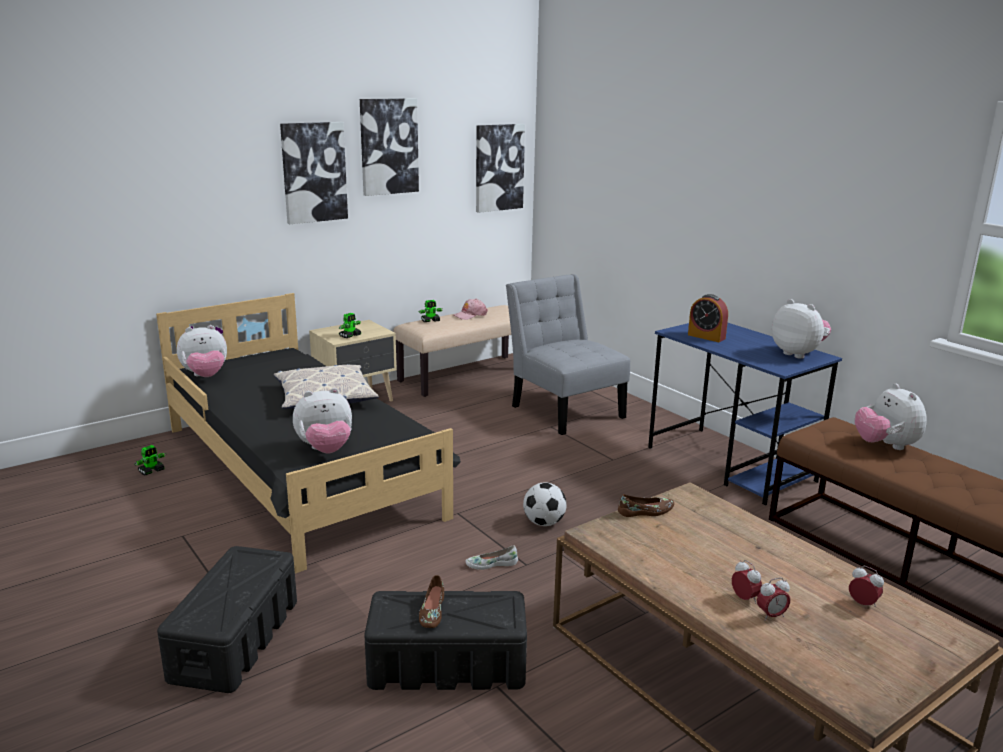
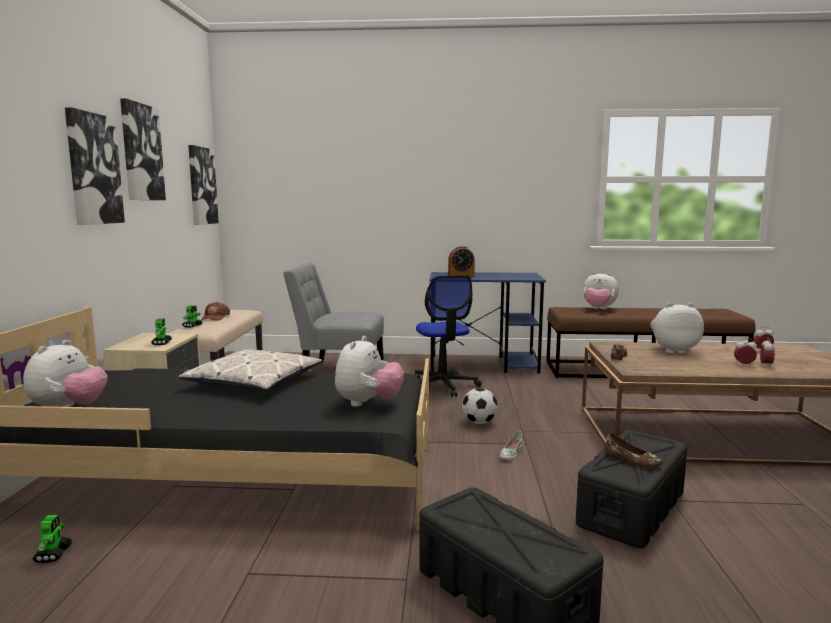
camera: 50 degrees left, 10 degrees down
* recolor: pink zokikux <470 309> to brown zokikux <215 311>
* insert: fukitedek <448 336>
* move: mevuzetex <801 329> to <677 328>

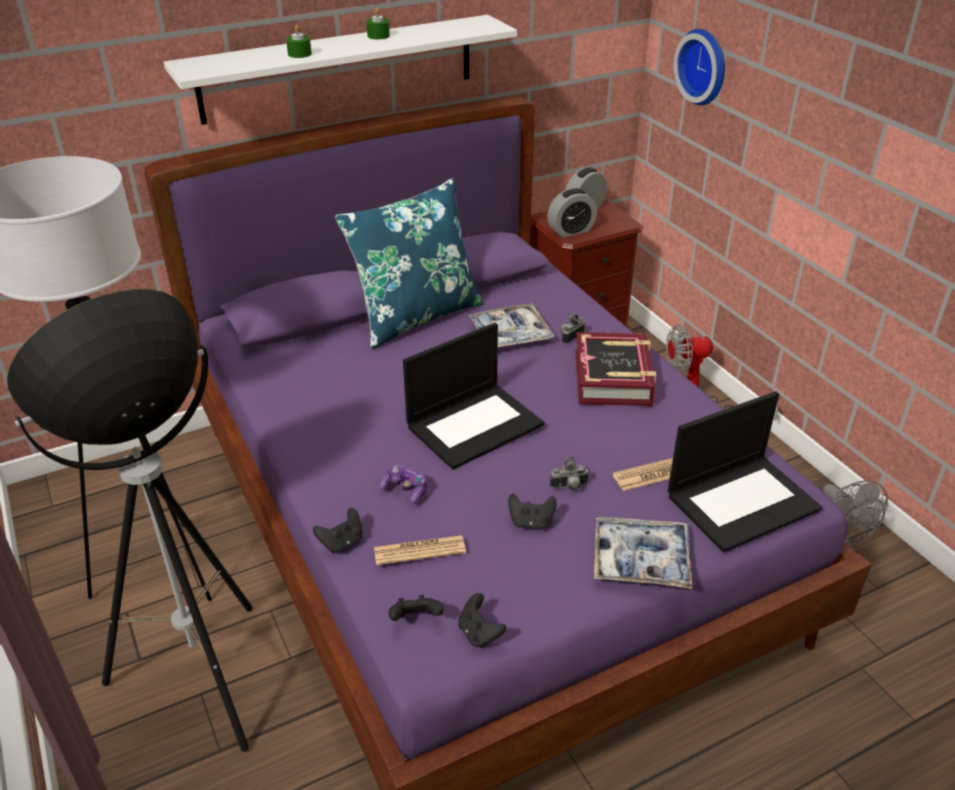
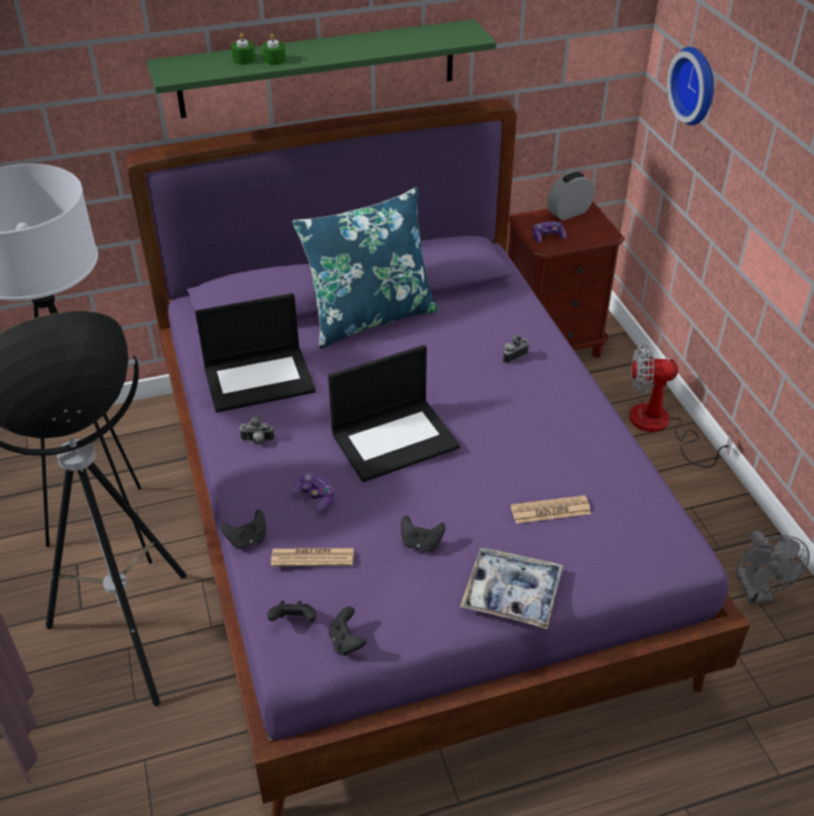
camera: 10 degrees right, 5 degrees up
* recolor: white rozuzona <340 70> to green rozuzona <321 68>
* move: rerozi <745 471> to <255 353>
* move: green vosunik <378 23> to <243 49>
* move: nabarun <569 473> to <257 430>
* replace: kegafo <572 213> to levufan <549 232>
* delete: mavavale <512 325>
* delete: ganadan <615 369>

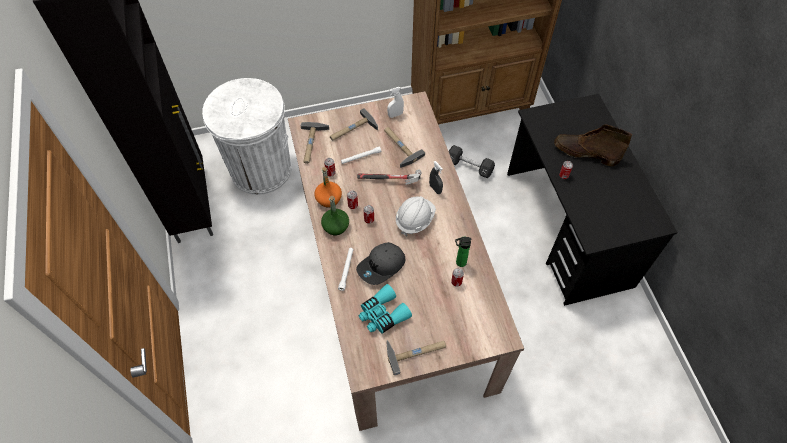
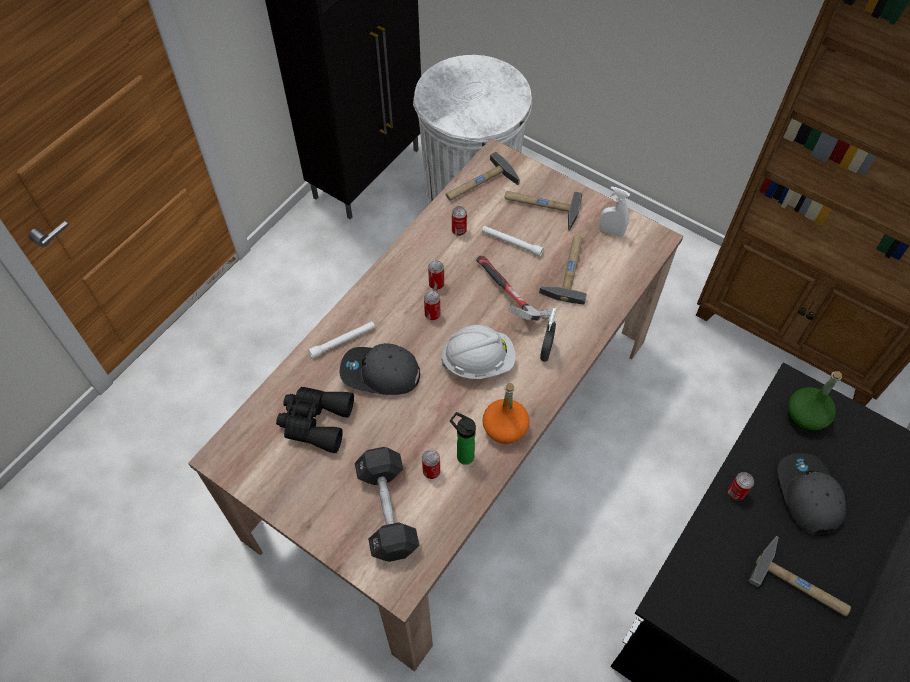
camera: 50 degrees right, 0 degrees up
* recolor: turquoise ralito <385 309> to black ralito <315 420>
* move: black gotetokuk <472 161> to <387 504>
* move: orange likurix <328 187> to <505 413>
* move: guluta <416 357> to <799 576>
* replace: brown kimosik <593 145> to grey zokikux <812 494>
* move: green likurix <335 215> to <815 401>

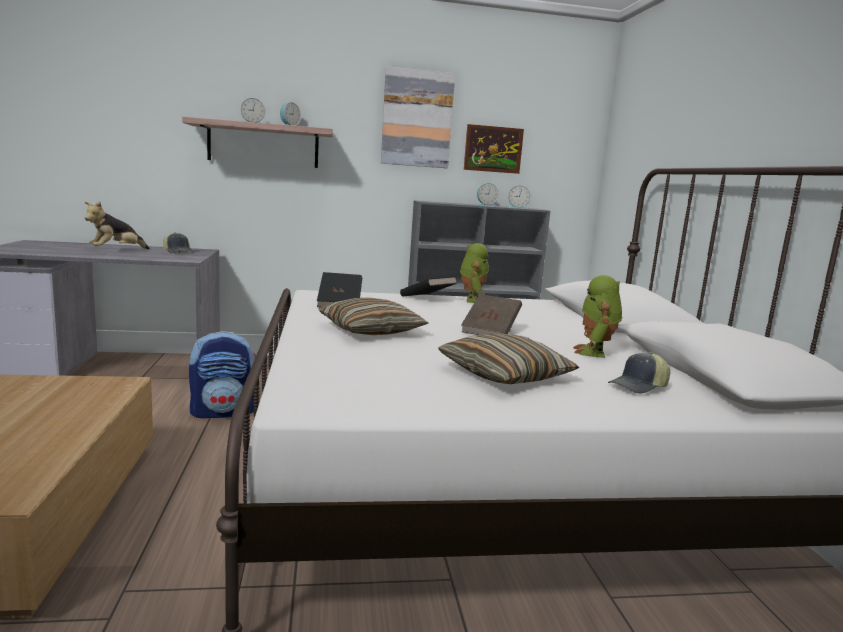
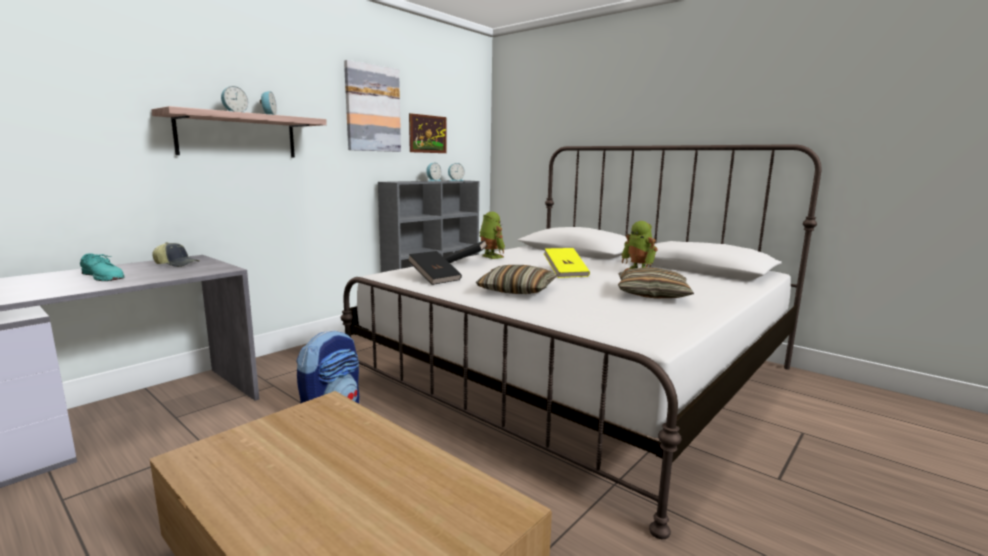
camera: 40 degrees left, 0 degrees up
* replace: mevuzetex <117 225> to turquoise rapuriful <102 267>
* recolor: brown ganadan <491 314> to yellow ganadan <567 263>
* delete: zokikux <639 373>

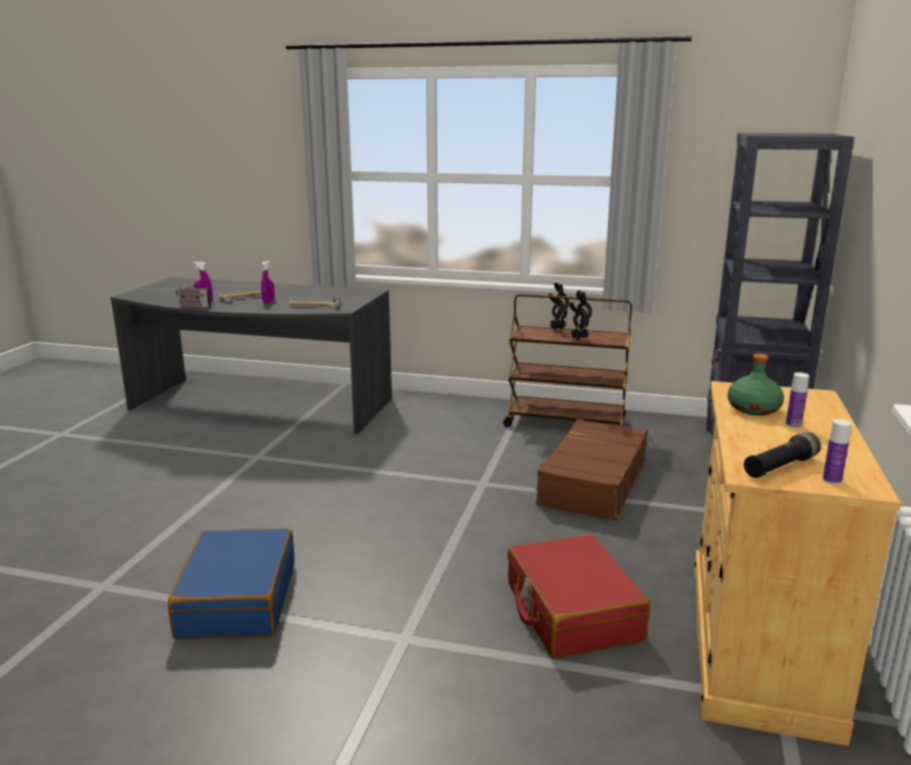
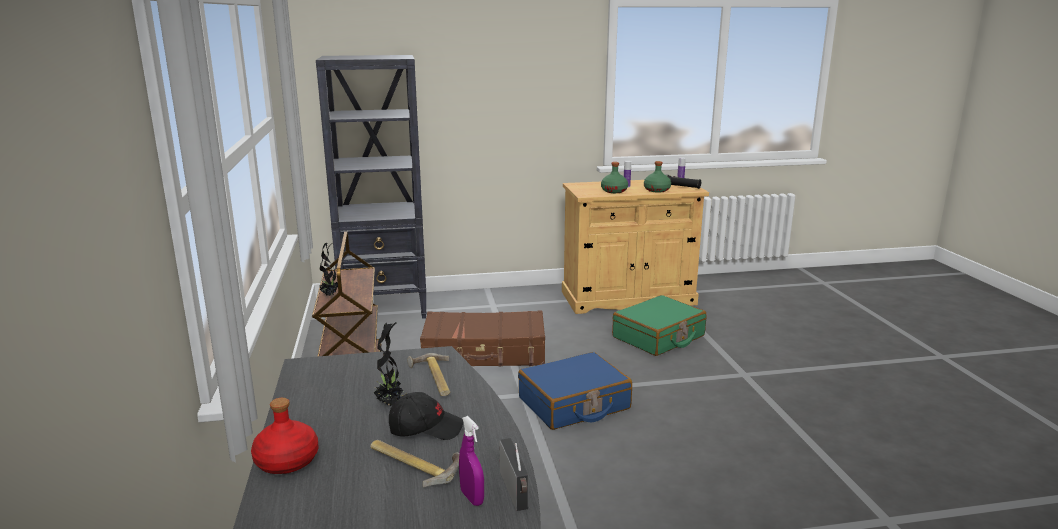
camera: 115 degrees left, 0 degrees up
* insert: red likurix <284 436>
* move: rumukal <580 315> to <390 364>
* replace: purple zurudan <268 281> to black zokikux <426 416>
* move: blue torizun <231 583> to <575 391>
* recolor: red torizun <578 596> to green torizun <659 325>
* insert: green likurix <657 177>

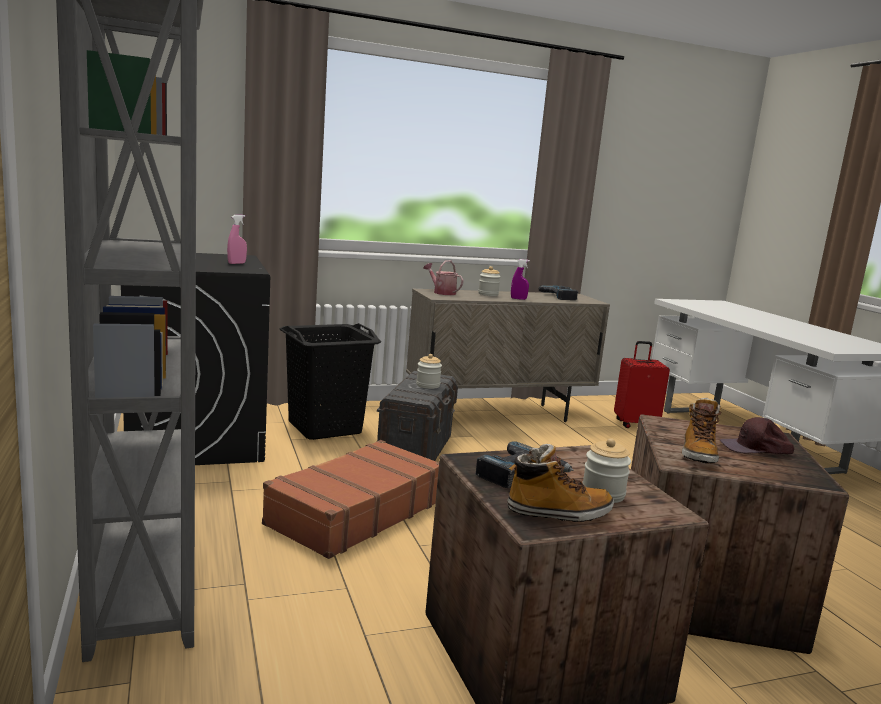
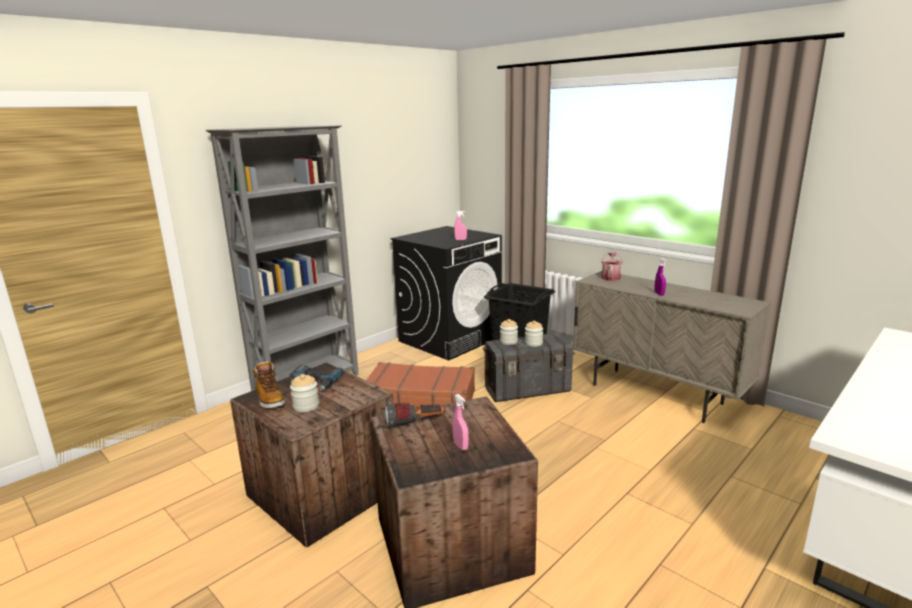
camera: 65 degrees right, 5 degrees up
* replace: kimosik <701 430> to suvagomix <415 416>
* replace: brown zokikux <757 435> to pink zurudan <460 422>
* move: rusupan <489 281> to <509 332>
* delete: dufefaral <559 292>
* delete: red torizun <642 384>

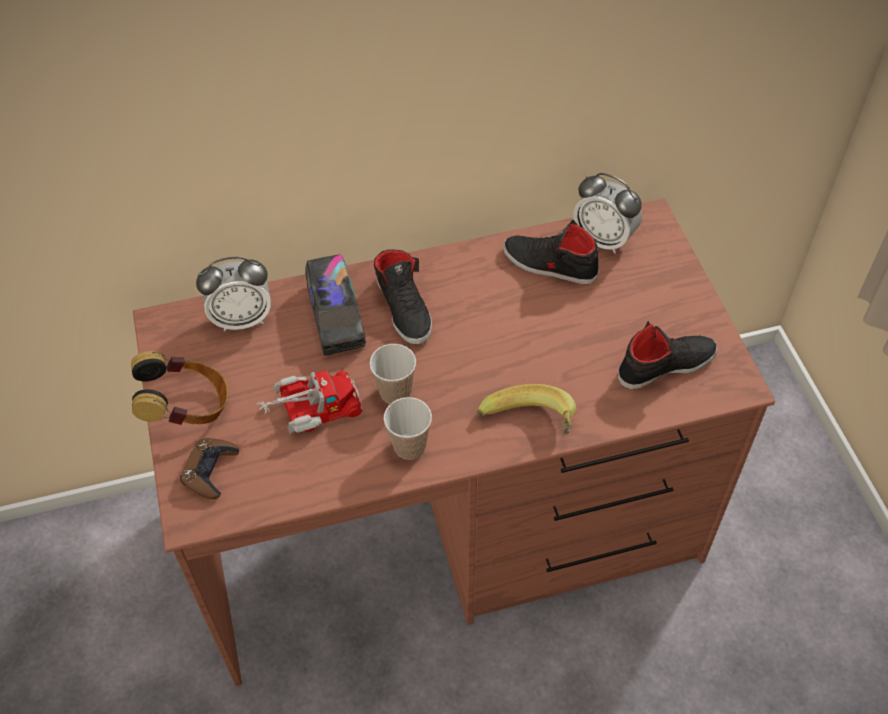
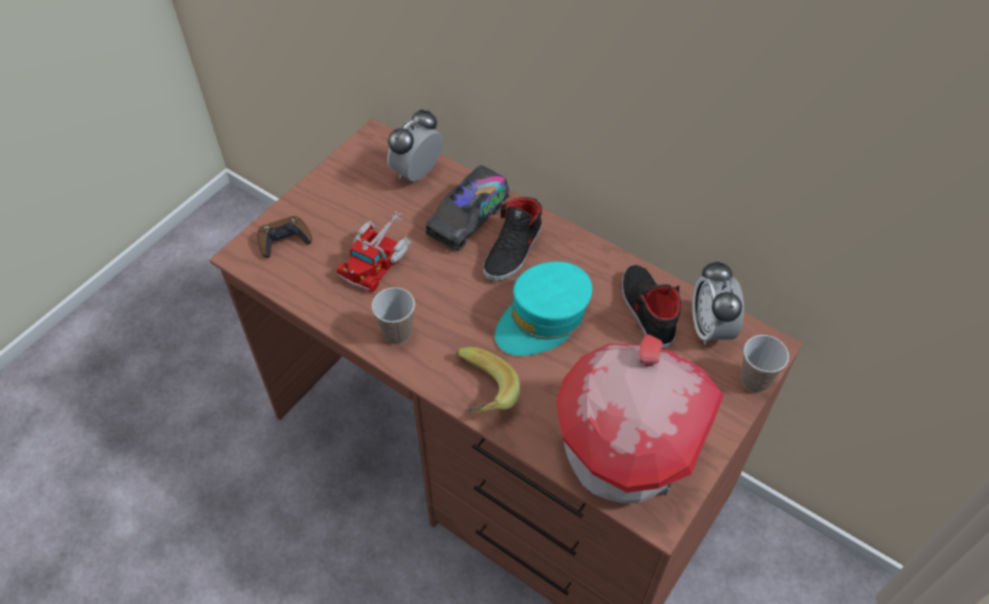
camera: 50 degrees right, 0 degrees up
* rotate: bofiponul <310 402> = <374 251> 90 degrees clockwise
* rotate: kegafo <233 294> = <415 145> 90 degrees clockwise
* insert: turquoise zokikux <543 309>
* replace: black rapuriful <667 355> to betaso <640 418>
* move: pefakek <392 374> to <764 364>
* delete: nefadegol <180 388>

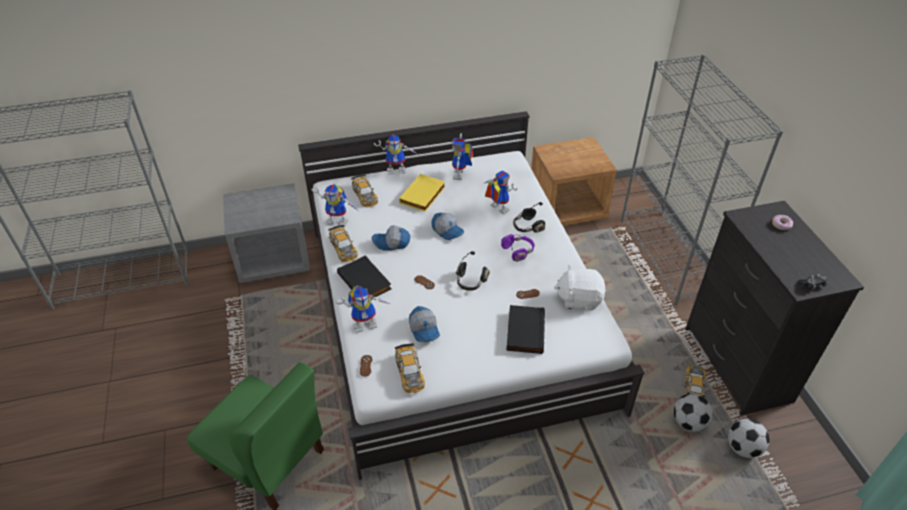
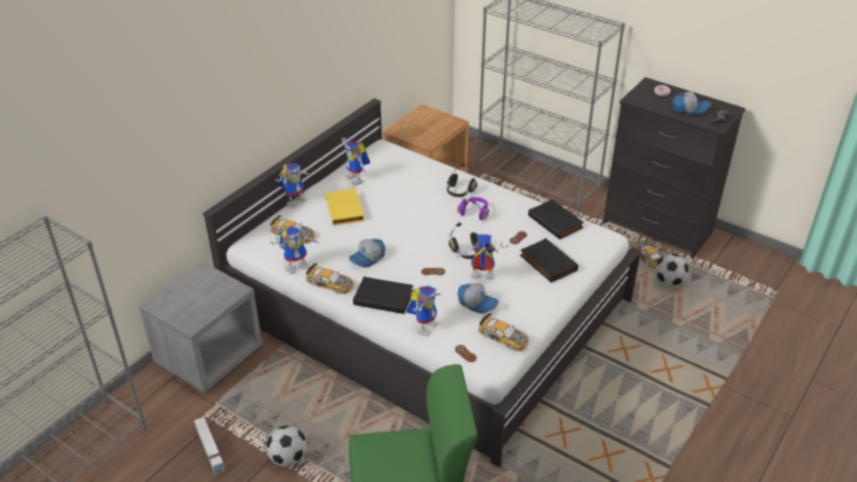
camera: 40 degrees left, 5 degrees down
* insert: bofiponul <209 446>
* move: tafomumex <748 438> to <286 446>
* move: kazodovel <500 192> to <482 257>
* replace: white mevuzetex <580 288> to black ganadan <556 219>
* move: zokikux <447 226> to <692 103>

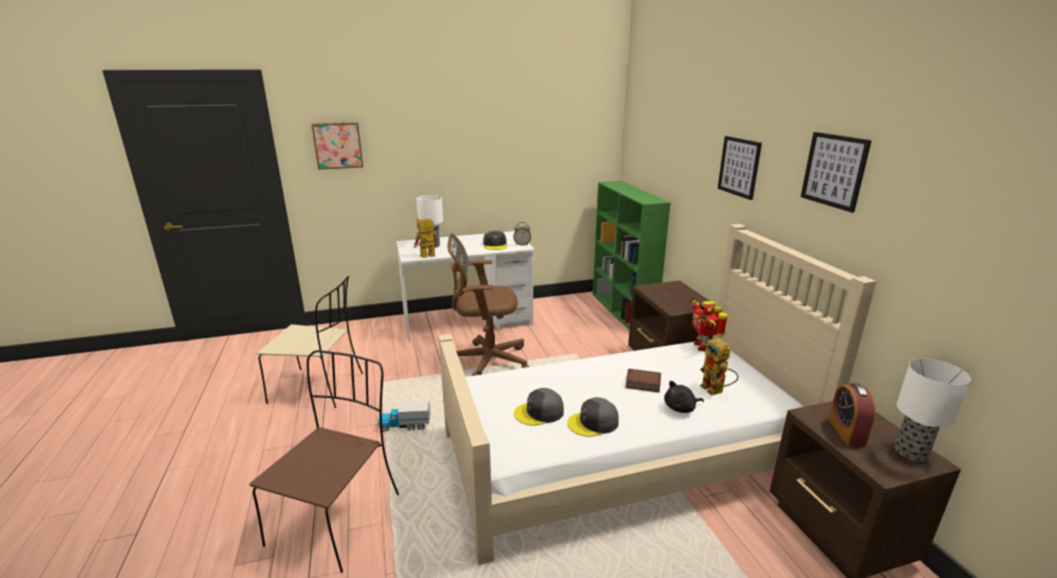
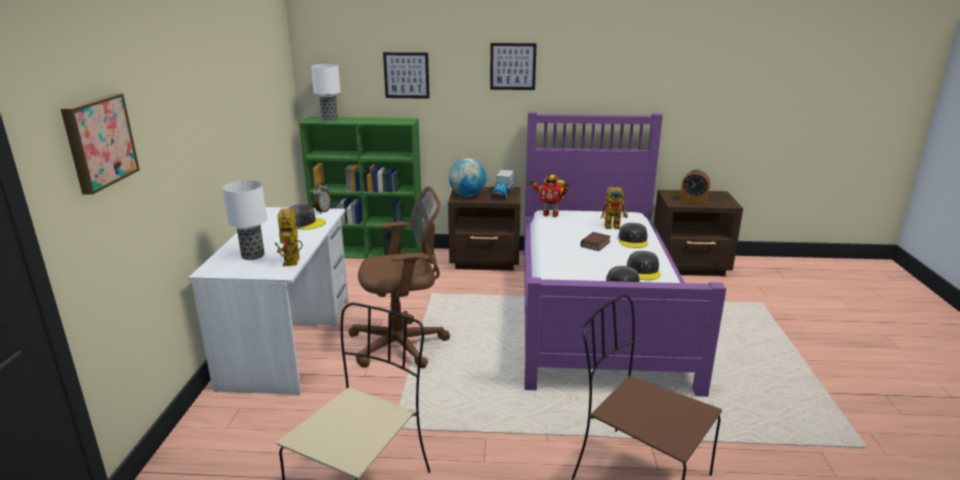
camera: 70 degrees left, 0 degrees up
* move: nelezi <933 409> to <326 92>
* rotate: brown fukitedek <488 304> = <399 277> 120 degrees counterclockwise
* move: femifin <836 172> to <406 75>
* insert: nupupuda <468 177>
* move: bofiponul <404 416> to <503 184>
* recolor: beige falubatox <658 394> to purple falubatox <625 254>
* replace: black mevuzetex <684 397> to grey zokikux <633 235>

